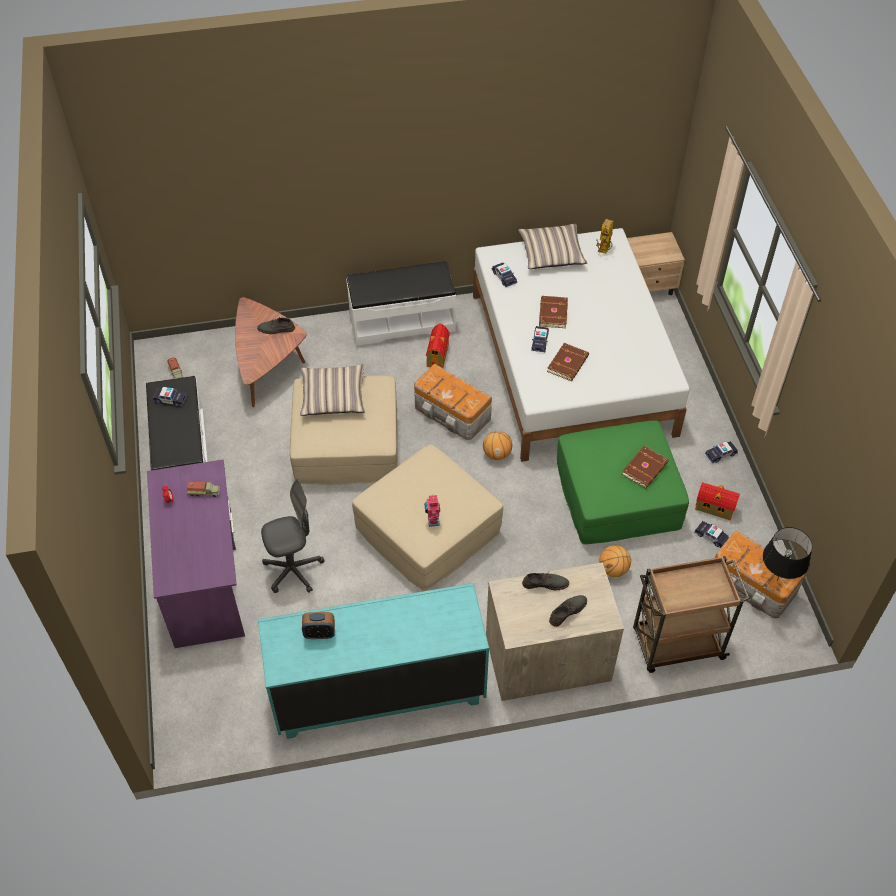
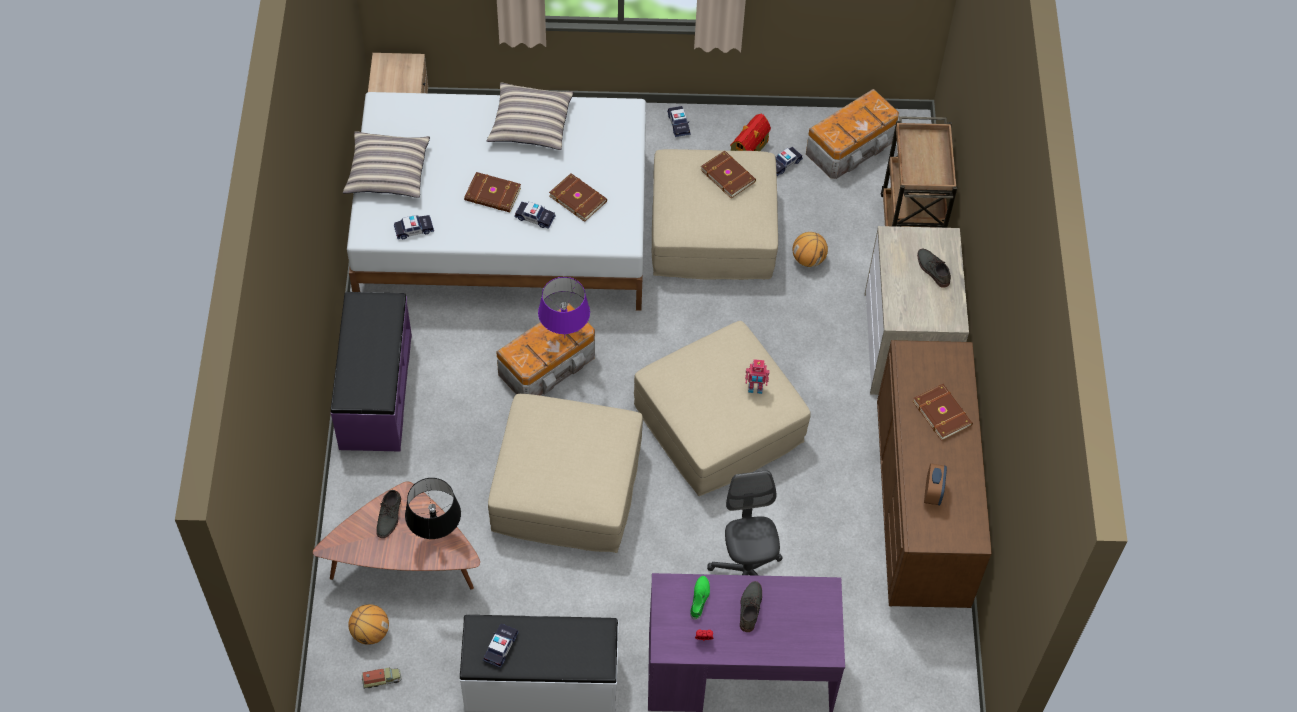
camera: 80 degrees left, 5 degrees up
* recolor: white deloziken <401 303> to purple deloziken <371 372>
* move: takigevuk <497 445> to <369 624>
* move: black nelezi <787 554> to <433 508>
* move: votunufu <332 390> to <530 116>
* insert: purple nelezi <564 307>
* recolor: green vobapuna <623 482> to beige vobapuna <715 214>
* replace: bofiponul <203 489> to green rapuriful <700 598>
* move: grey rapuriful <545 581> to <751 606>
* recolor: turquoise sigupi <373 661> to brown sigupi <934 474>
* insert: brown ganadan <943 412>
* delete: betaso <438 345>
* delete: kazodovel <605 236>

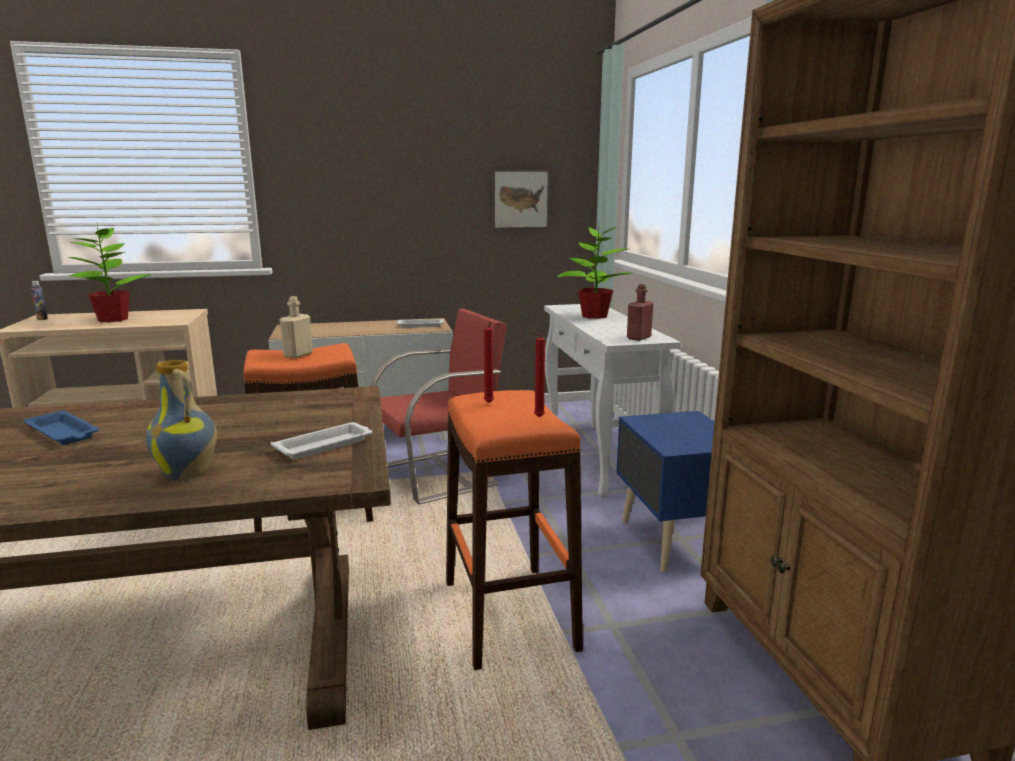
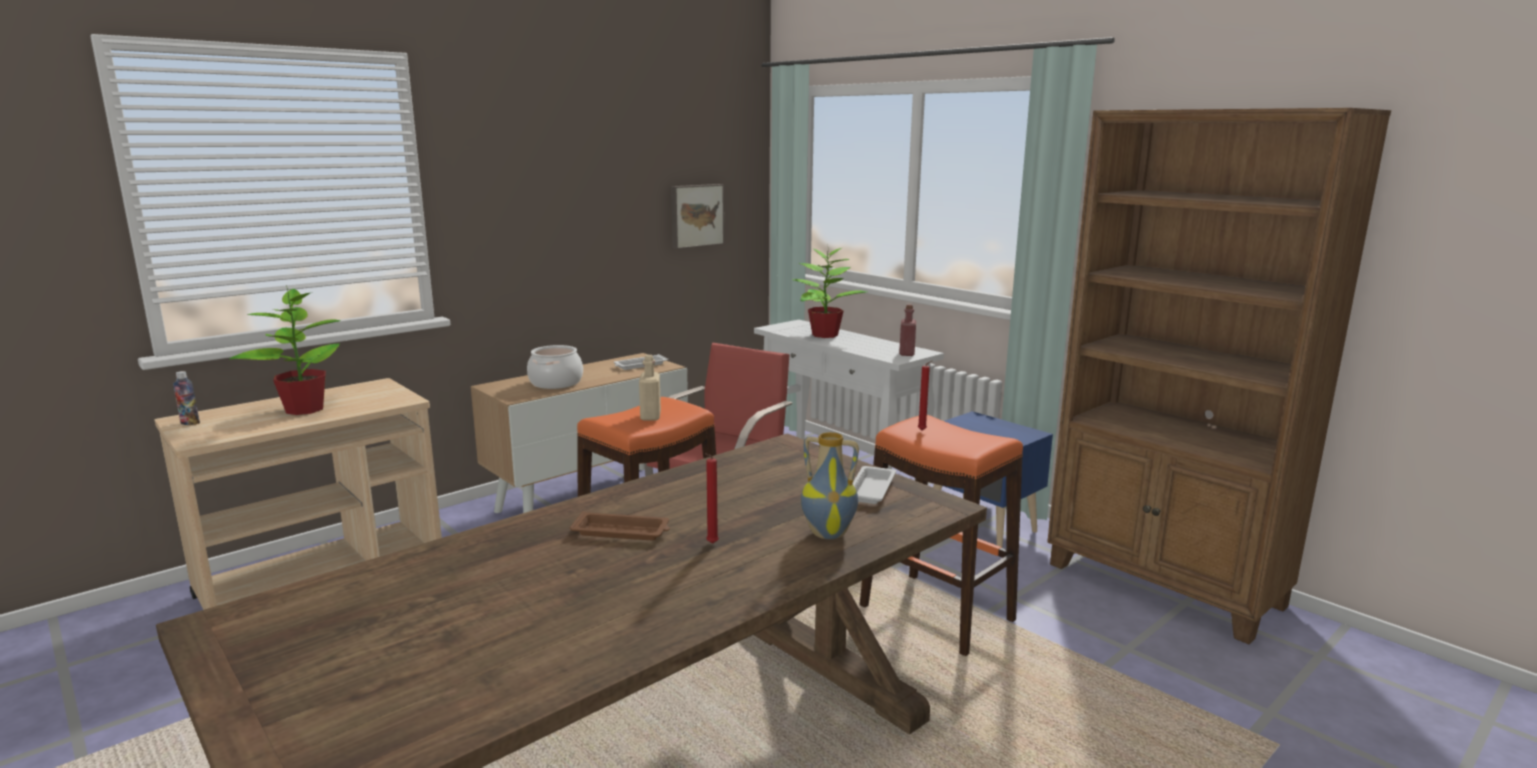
camera: 30 degrees left, 0 degrees up
* insert: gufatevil <555 367>
* recolor: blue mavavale <61 427> to brown mavavale <620 525>
* move: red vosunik <538 374> to <712 498>

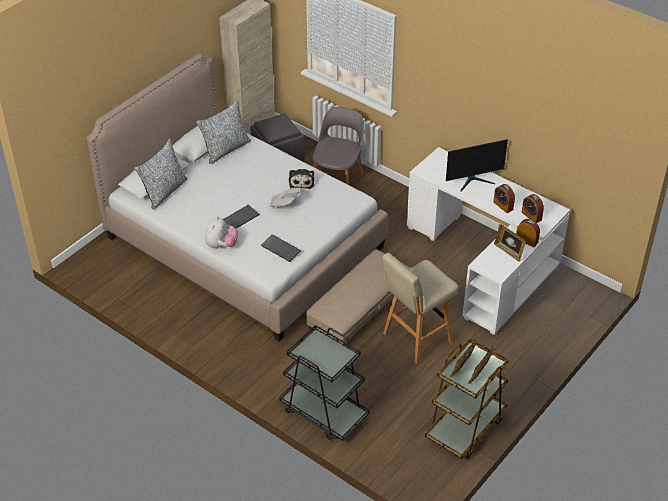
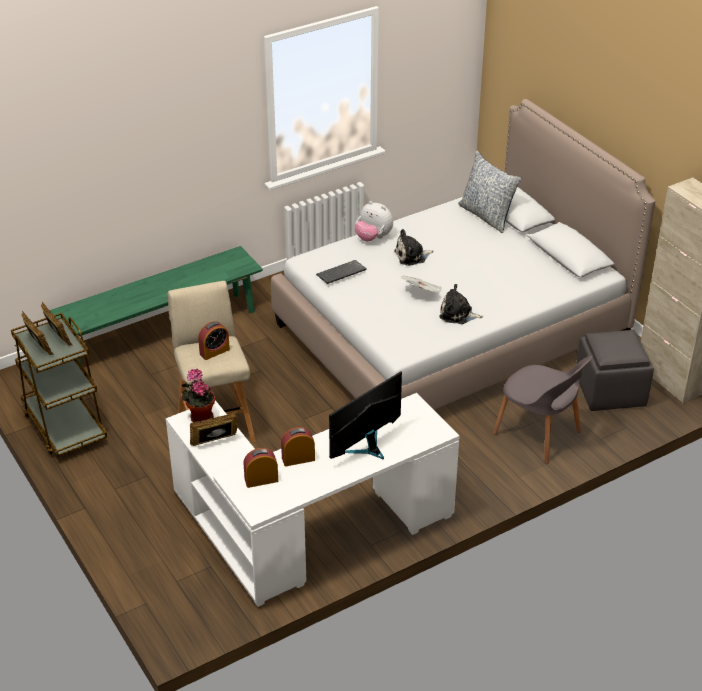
camera: 110 degrees right, 5 degrees down
* replace: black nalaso <324 383> to green deloziken <156 305>
* insert: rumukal <198 396>
* move: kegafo <528 233> to <214 340>
* rotate: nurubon <477 165> = <365 415> 45 degrees clockwise
* replace: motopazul <241 216> to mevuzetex <414 247>
* delete: votunufu <223 131>
* delete: beige vobapuna <358 297>

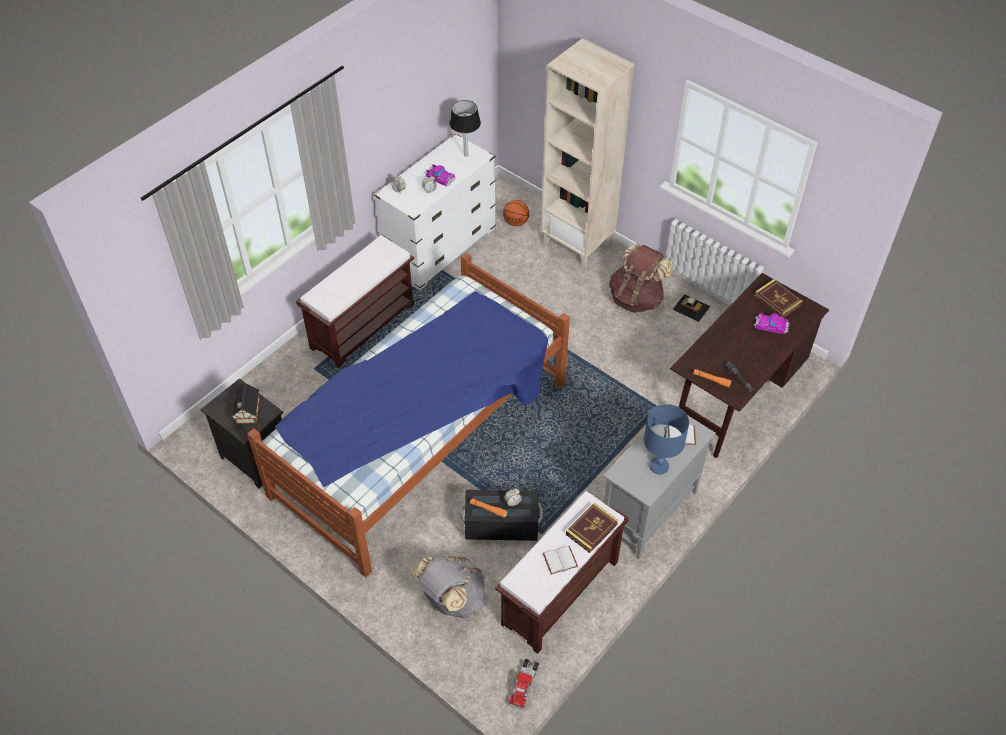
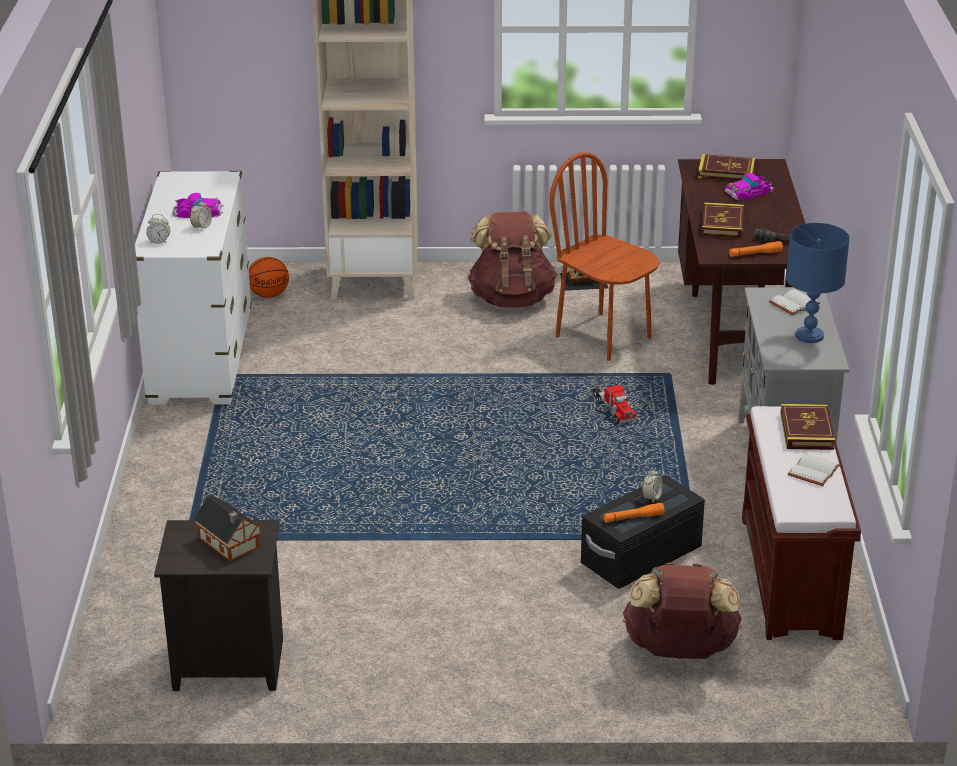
camera: 40 degrees left, 20 degrees down
* insert: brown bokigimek <604 256>
* move: bofiponul <524 684> to <615 404>
* recolor: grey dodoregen <447 587> to brown dodoregen <682 611>
* insert: ganadan <722 220>
* delete: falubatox <408 415>
* delete: brown deloziken <355 301>
* delete: nelezi <465 128>

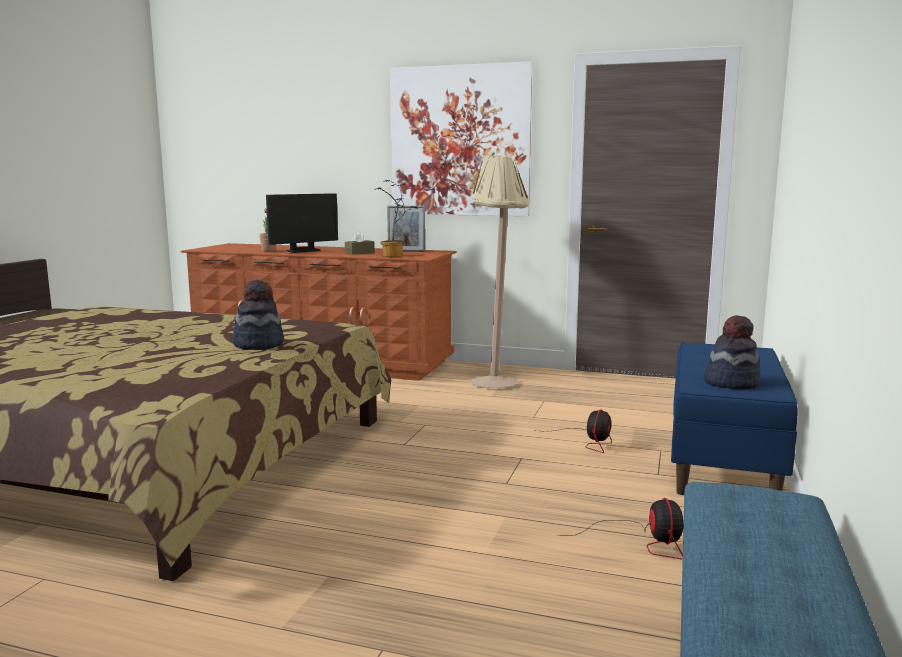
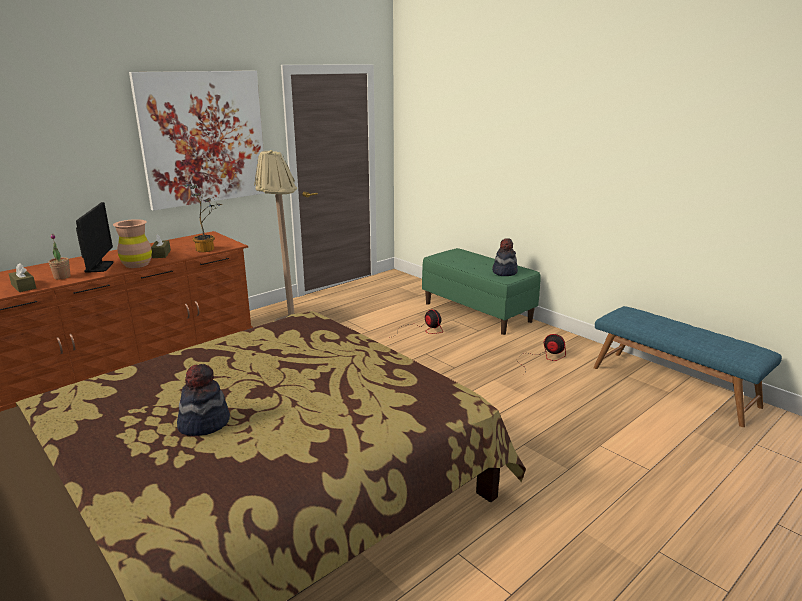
camera: 60 degrees left, 10 degrees up
* insert: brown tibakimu <22 277>
* insert: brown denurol <132 243>
* move: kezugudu <258 315> to <203 400>
* recolor: blue deloziken <734 418> to green deloziken <481 291>
* delete: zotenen <406 229>

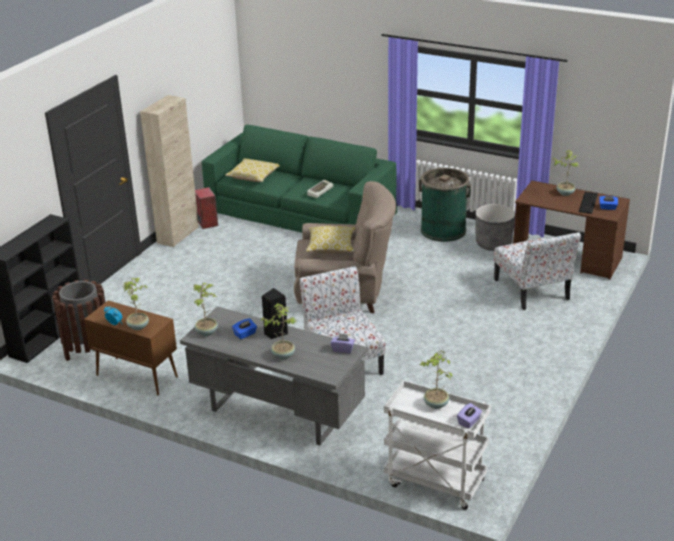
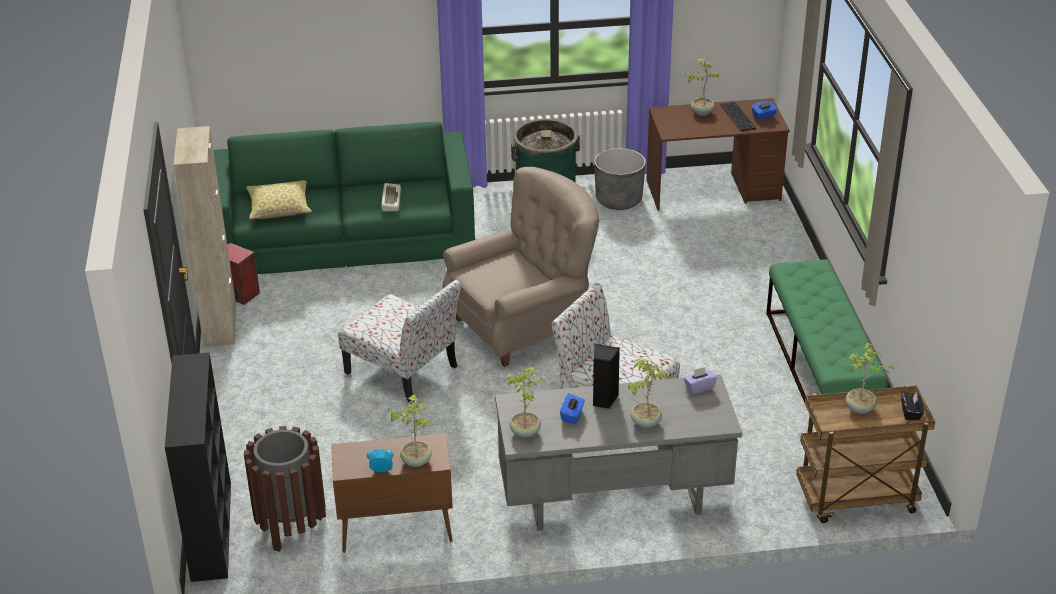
camera: 35 degrees left, 5 degrees up
* move: bokigimek <537 271> to <399 341>
* insert: green deloziken <827 331>
* recolor: white nalaso <437 445> to brown nalaso <865 454>
* recolor: purple tibakimu <469 416> to black tibakimu <912 405>
* delete: votunufu <330 239>

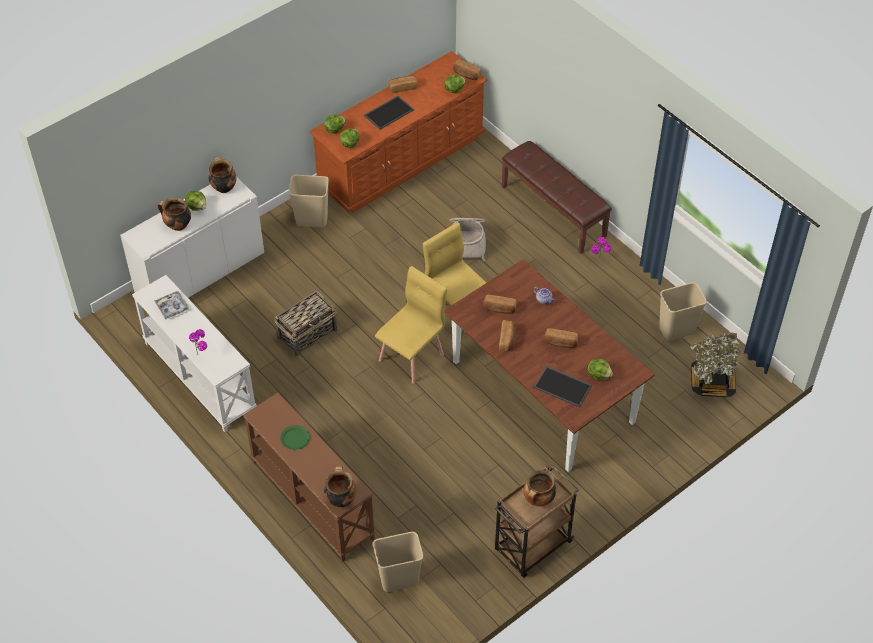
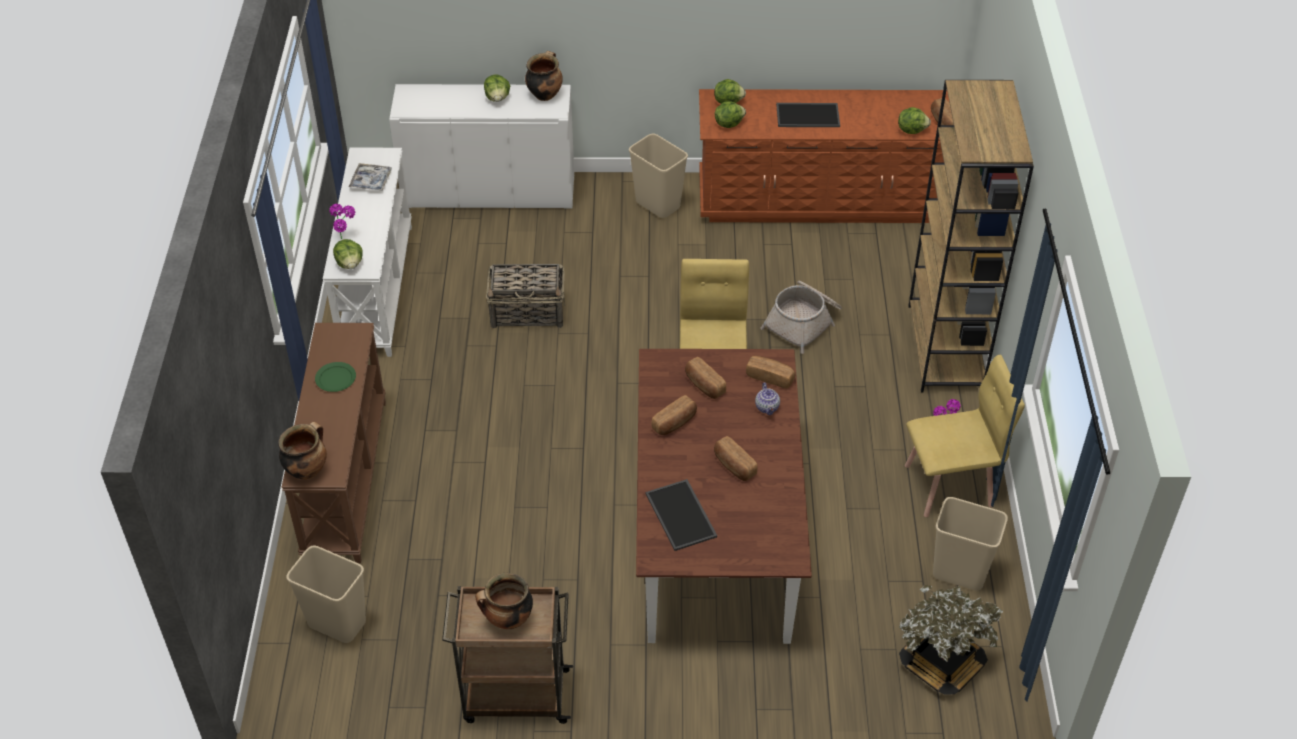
camera: 40 degrees right, 5 degrees down
* move: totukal <600 369> to <348 254>
* move: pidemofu <403 84> to <770 372>
* move: yellow bokigimek <411 325> to <965 436>
* replace: brown deloziken <557 197> to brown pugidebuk <971 236>
* delete: gufatevil <174 214>

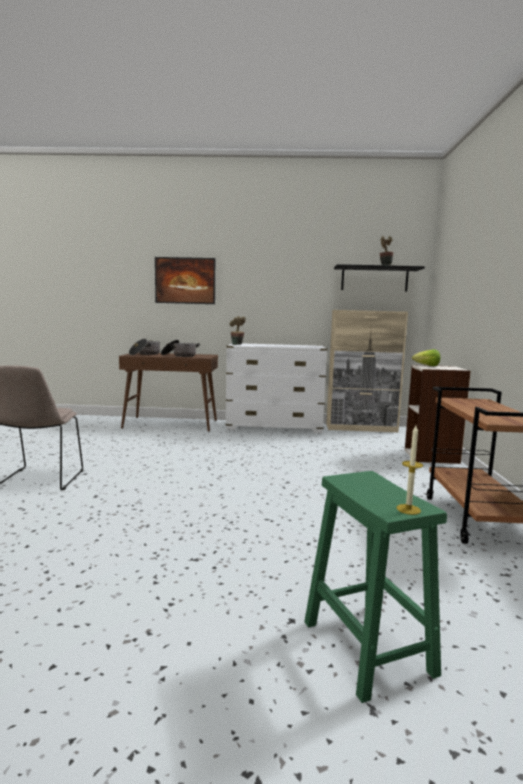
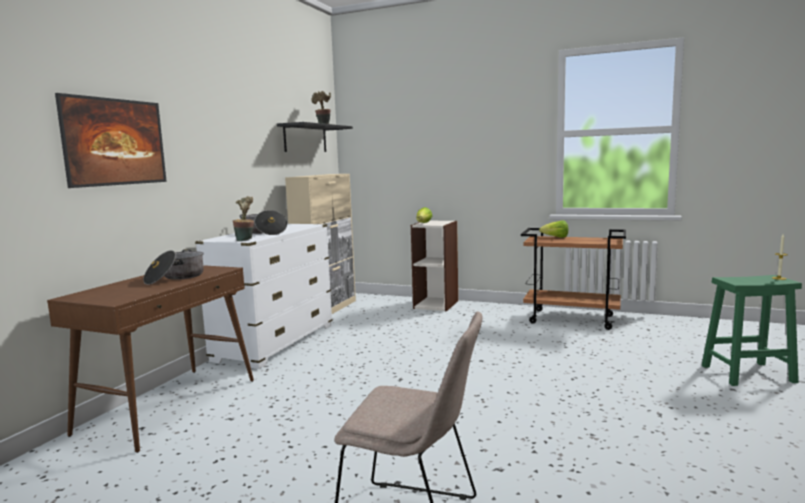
camera: 70 degrees left, 0 degrees up
* move: gufatevil <144 347> to <263 222>
* insert: totukal <553 229>

